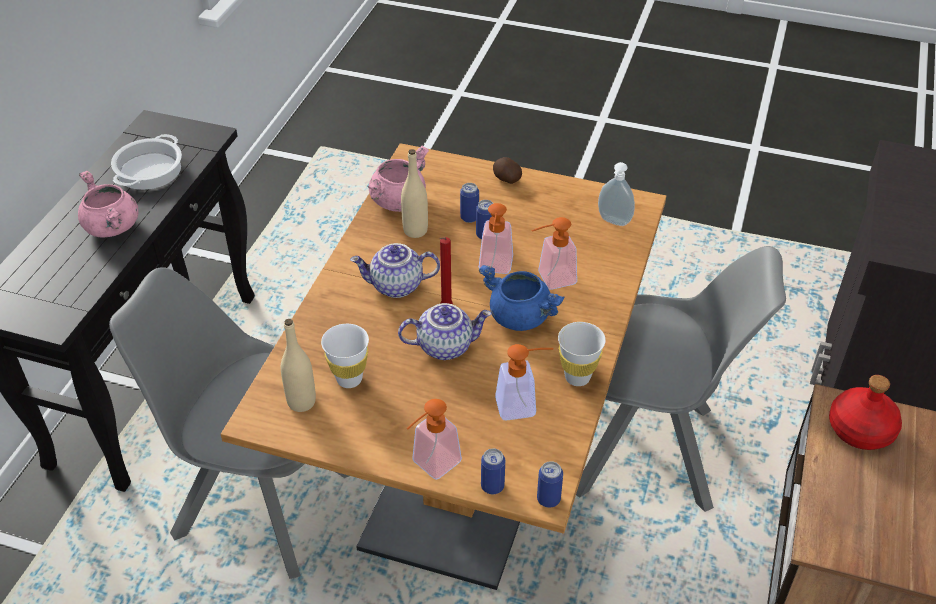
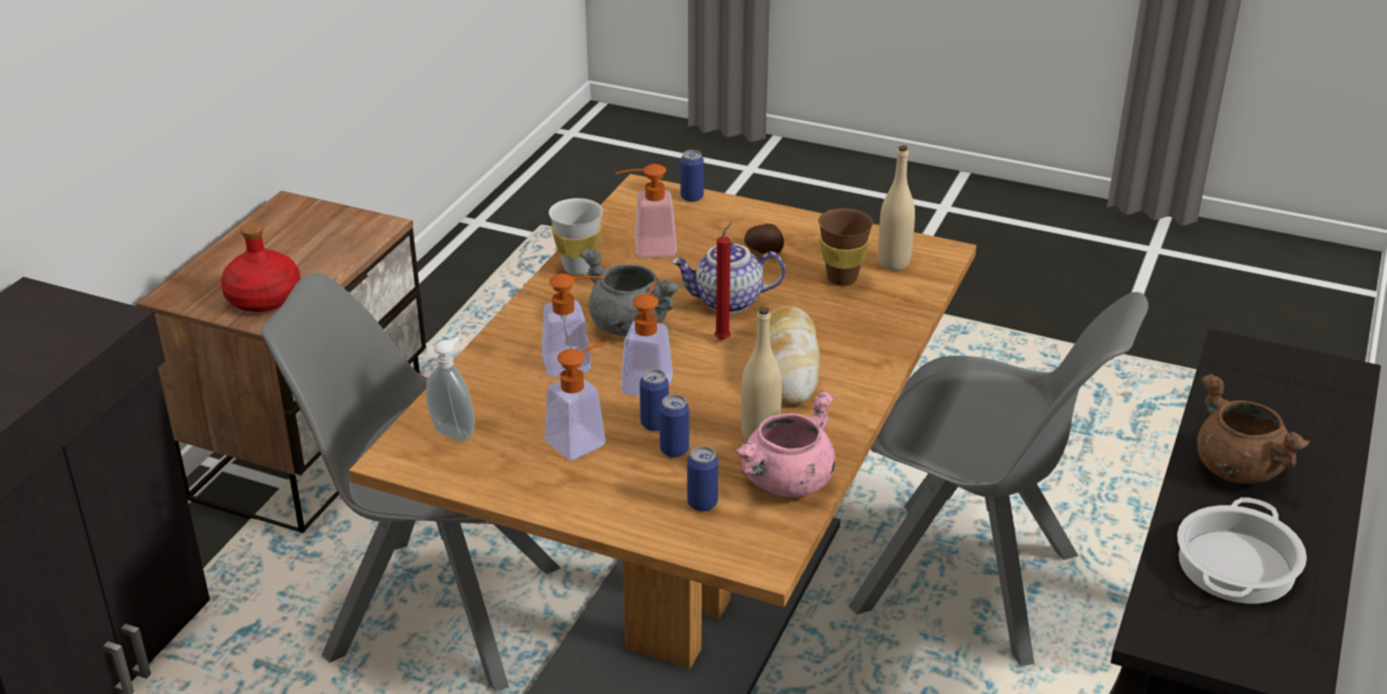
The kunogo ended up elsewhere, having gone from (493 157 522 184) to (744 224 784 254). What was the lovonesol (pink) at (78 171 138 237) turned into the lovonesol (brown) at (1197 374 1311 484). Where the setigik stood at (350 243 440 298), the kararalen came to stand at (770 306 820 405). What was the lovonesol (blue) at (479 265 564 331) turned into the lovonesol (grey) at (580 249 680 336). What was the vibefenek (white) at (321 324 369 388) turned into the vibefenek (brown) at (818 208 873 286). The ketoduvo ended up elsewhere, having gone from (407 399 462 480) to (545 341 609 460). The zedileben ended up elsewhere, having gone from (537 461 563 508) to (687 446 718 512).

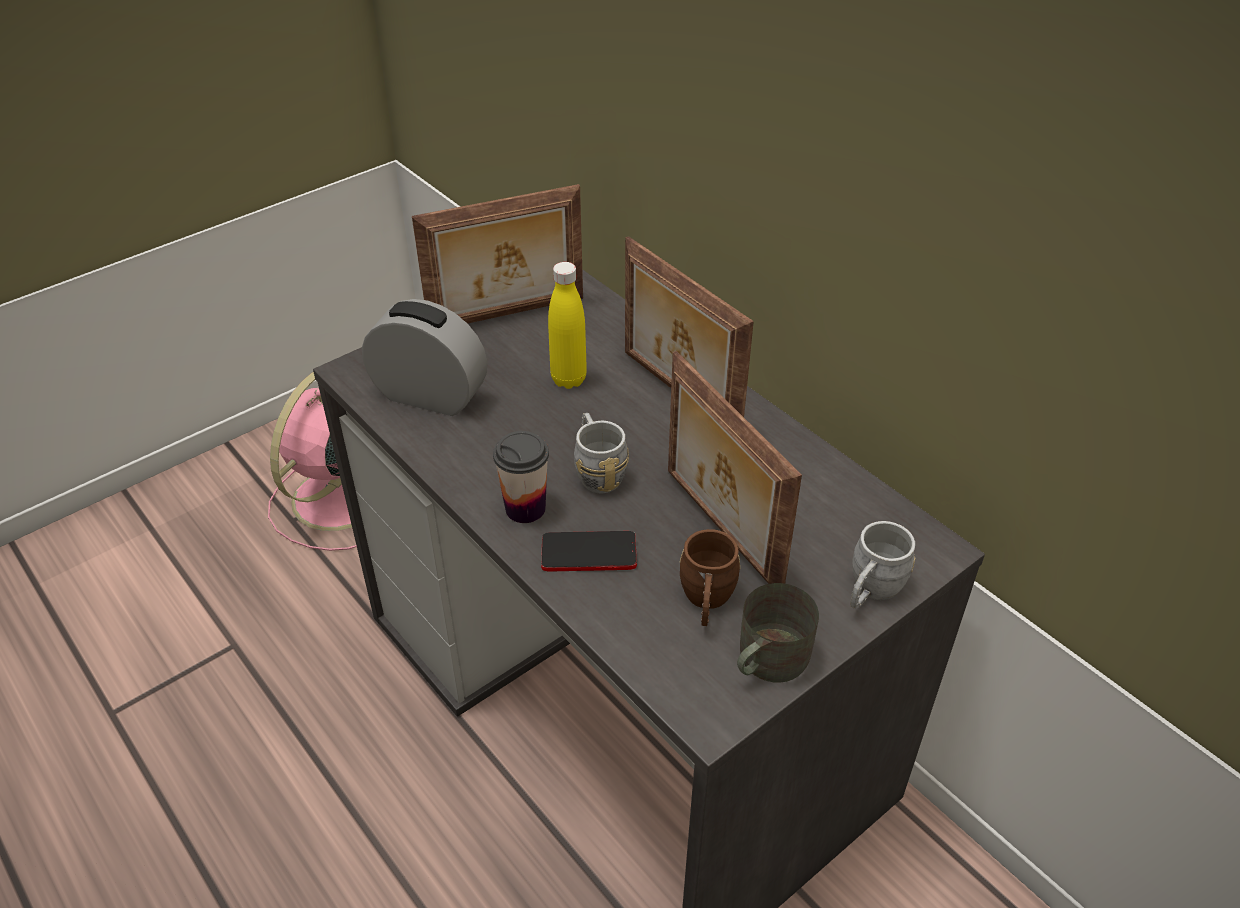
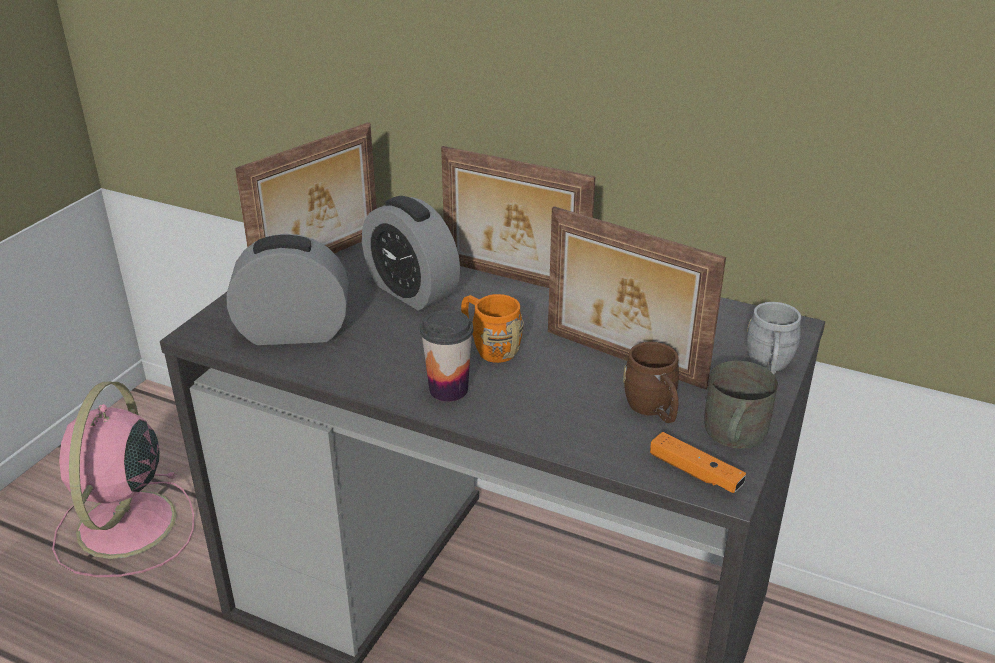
Where the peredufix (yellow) stood at (548 262 587 389), the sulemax came to stand at (362 196 460 311). What was the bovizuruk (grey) at (574 413 629 493) turned into the bovizuruk (orange) at (461 294 524 363). The second view lost the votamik at (541 531 637 572). The second view gained the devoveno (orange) at (650 432 746 493).

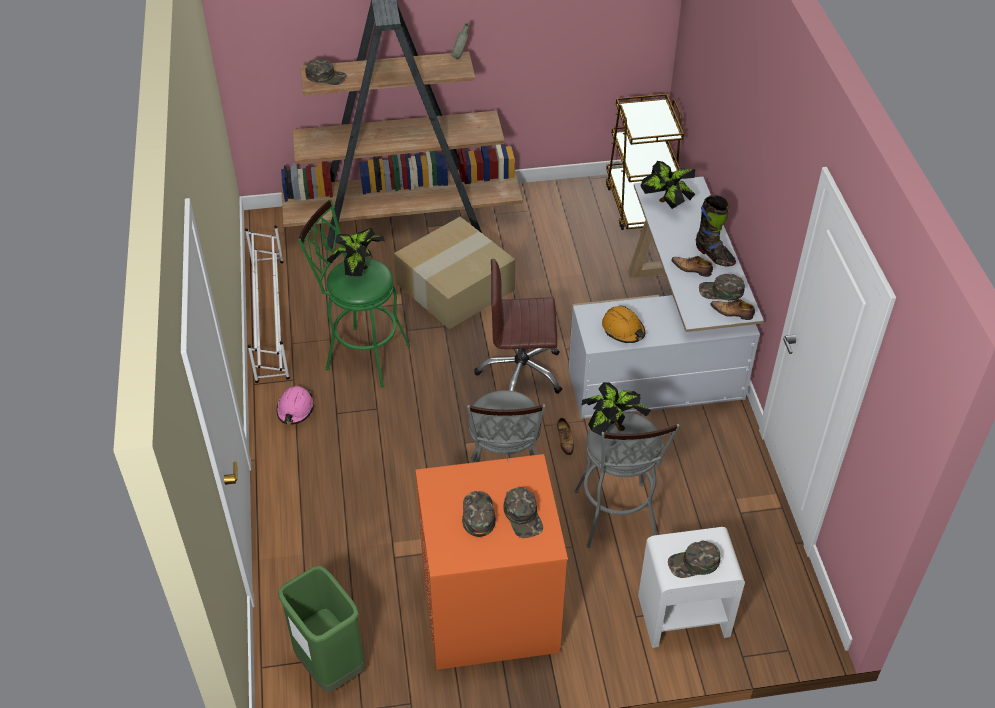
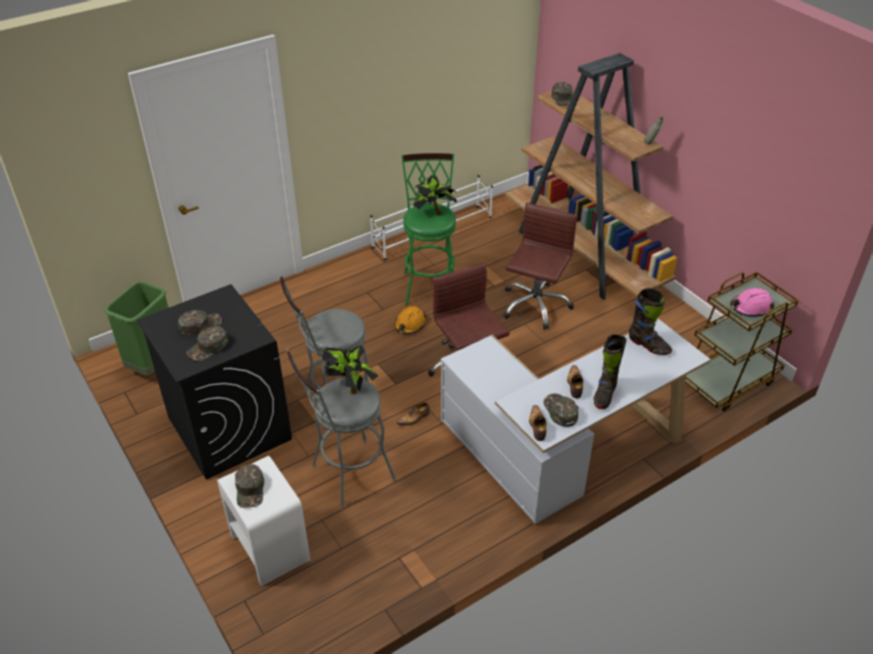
Where the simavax stood at (640 161 695 209), the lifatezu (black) came to stand at (629 288 672 355). Where the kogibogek stood at (394 217 515 330), the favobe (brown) came to stand at (503 203 578 330). The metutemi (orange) ended up elsewhere, having gone from (602 306 645 343) to (395 306 427 334). The metutemi (pink) ended up elsewhere, having gone from (277 386 314 424) to (730 288 774 317). What was the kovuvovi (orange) at (416 454 568 670) turned into the kovuvovi (black) at (137 284 292 480). The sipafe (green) at (668 540 721 578) ended up facing another way, 150 degrees counterclockwise from before.

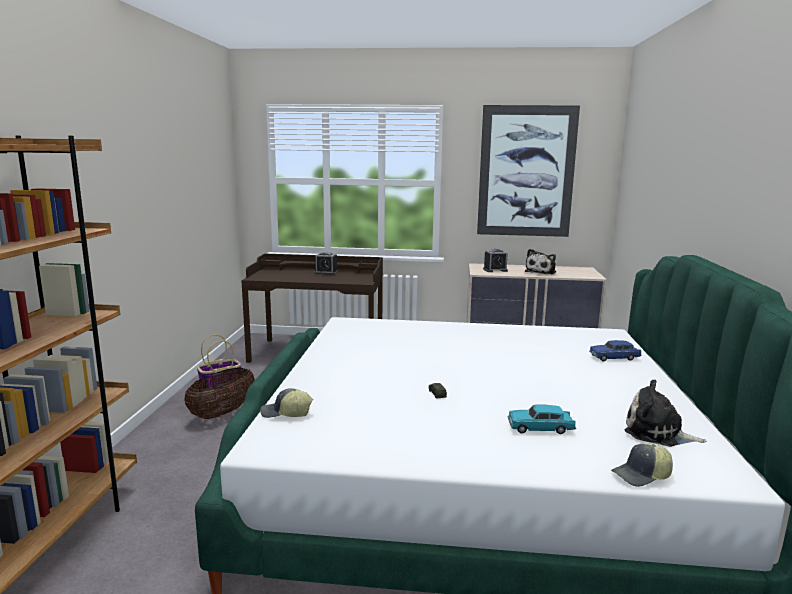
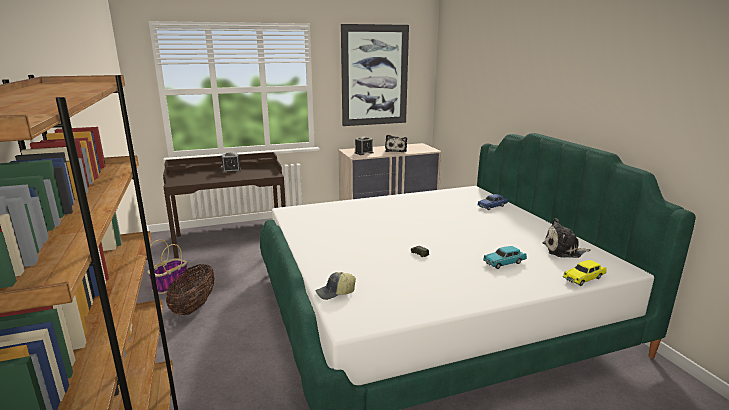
Where the sipafe stood at (611 444 673 487), the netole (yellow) came to stand at (563 260 607 286).

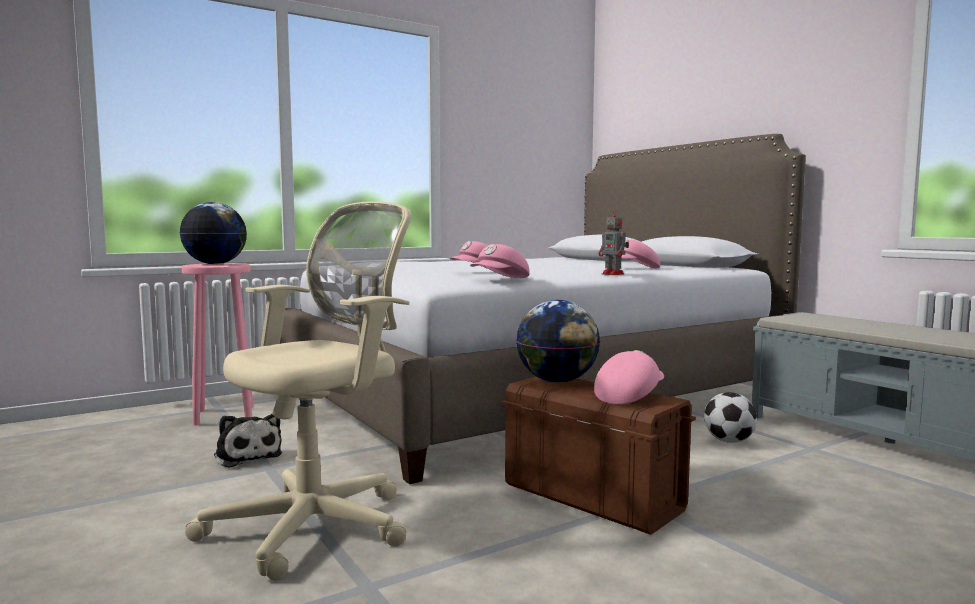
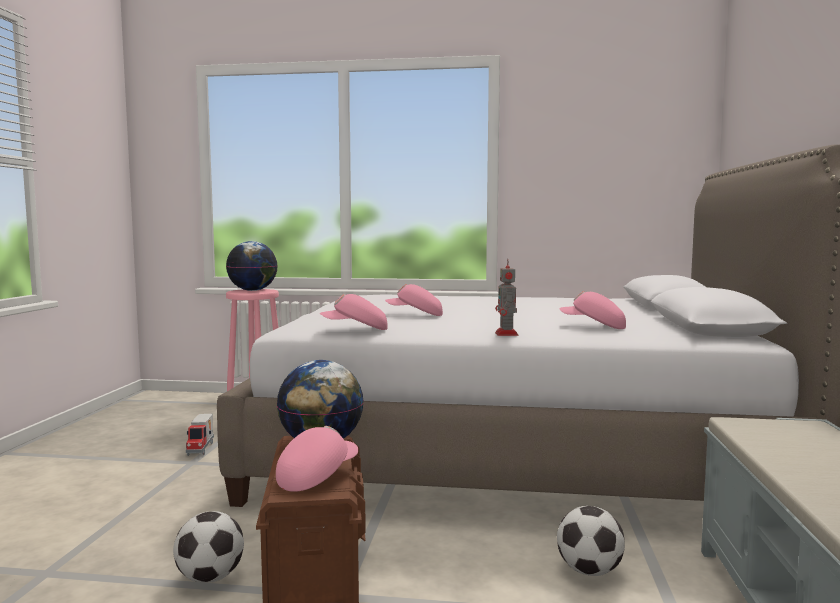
The second view lost the favobe (beige) at (185 201 412 580). The sipafe (pink) at (594 350 664 405) ended up facing another way, 45 degrees counterclockwise from before. Where the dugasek stood at (214 414 282 468), the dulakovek came to stand at (186 414 214 456). The second view gained the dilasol at (173 511 244 583).

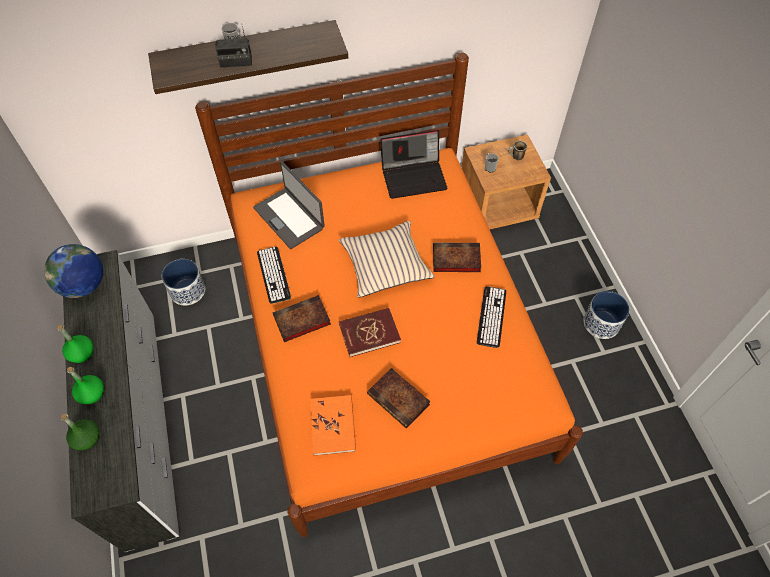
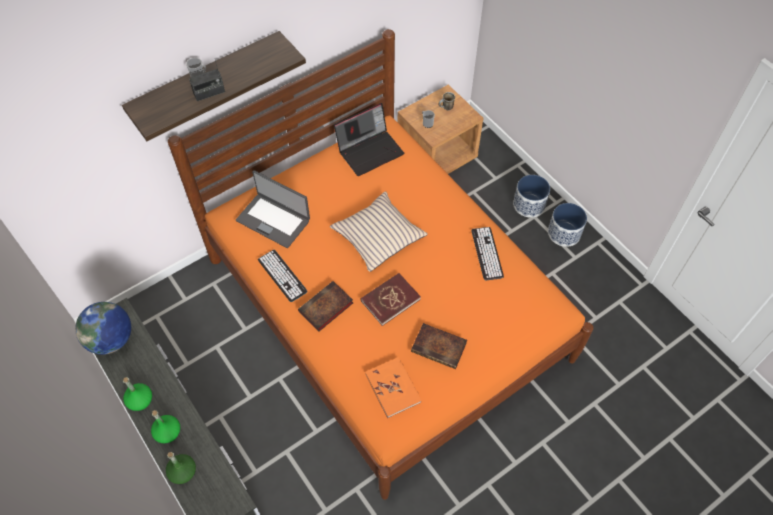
The second view lost the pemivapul at (433 242 481 272). The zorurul ended up elsewhere, having gone from (162 259 205 306) to (513 175 550 218).

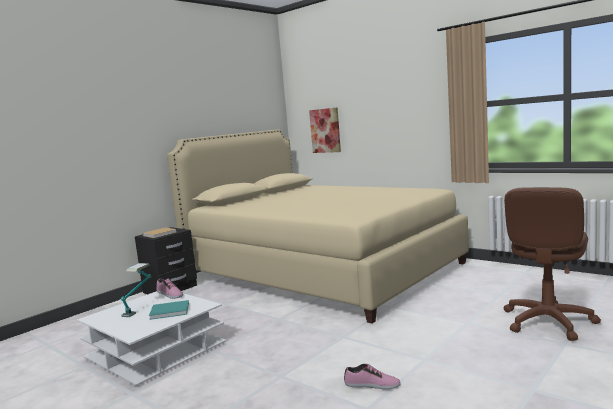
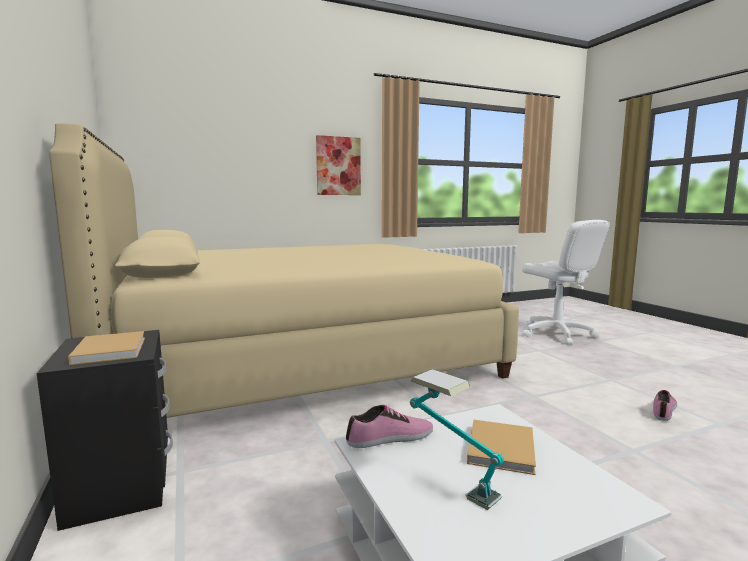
The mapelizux ended up elsewhere, having gone from (309 108 341 153) to (316 135 361 195). What was the favobe (brown) at (504 187 601 341) turned into the favobe (white) at (522 220 610 345). What was the pemivapul (turquoise) at (149 300 189 320) turned into the pemivapul (beige) at (467 420 536 475).

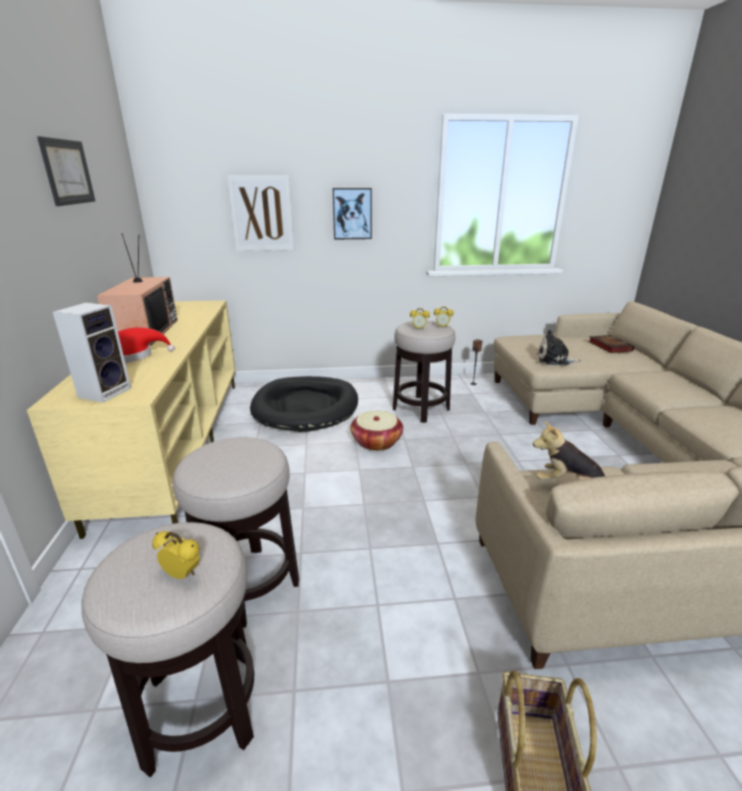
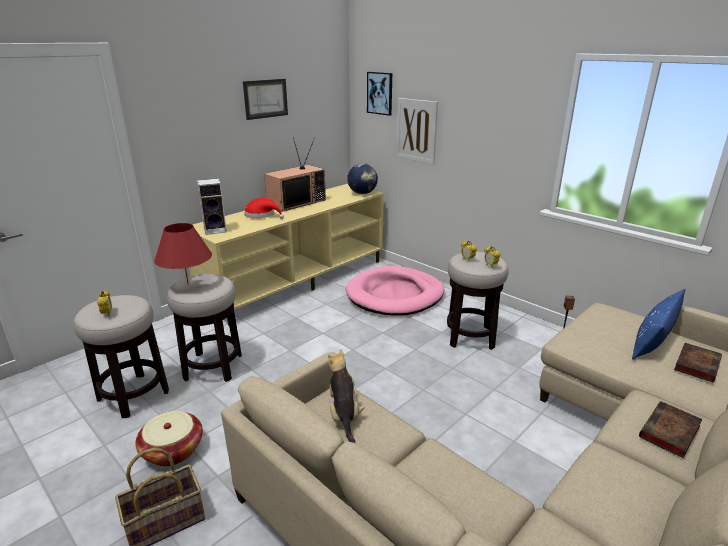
The mapelizux ended up elsewhere, having gone from (333 188 372 240) to (367 72 392 116). The second view lost the dugasek at (537 330 581 366). What was the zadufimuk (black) at (250 376 358 432) turned into the zadufimuk (pink) at (346 266 444 316). The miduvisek ended up elsewhere, having gone from (350 411 403 451) to (135 411 203 466). The second view gained the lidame at (347 163 378 194). The second view gained the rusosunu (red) at (154 223 212 284). The second view gained the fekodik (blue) at (632 289 685 360). The second view gained the pemivapul at (639 401 703 458).

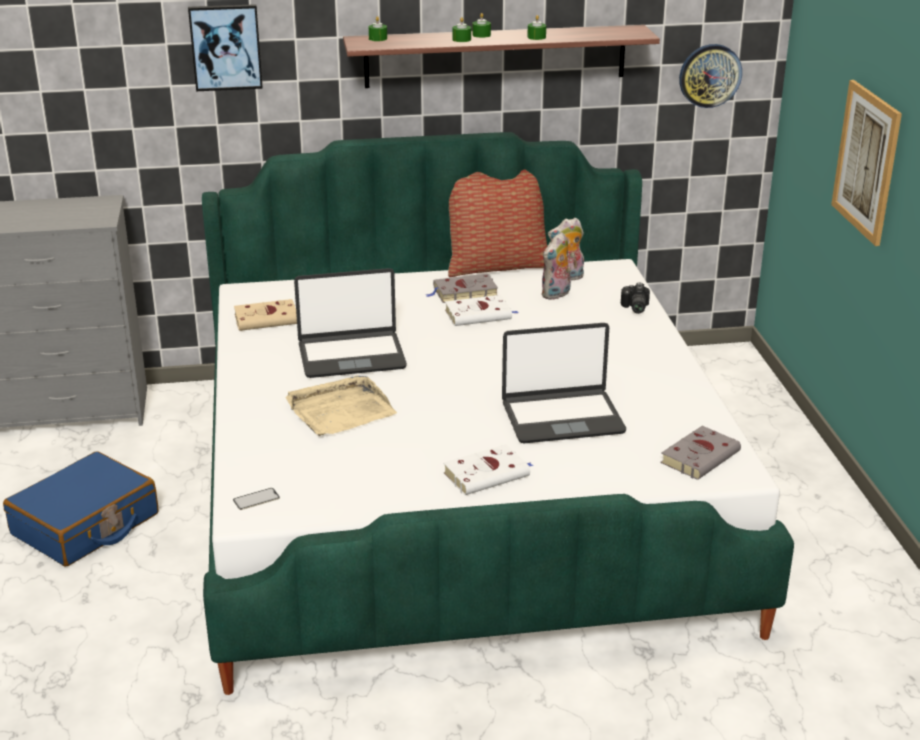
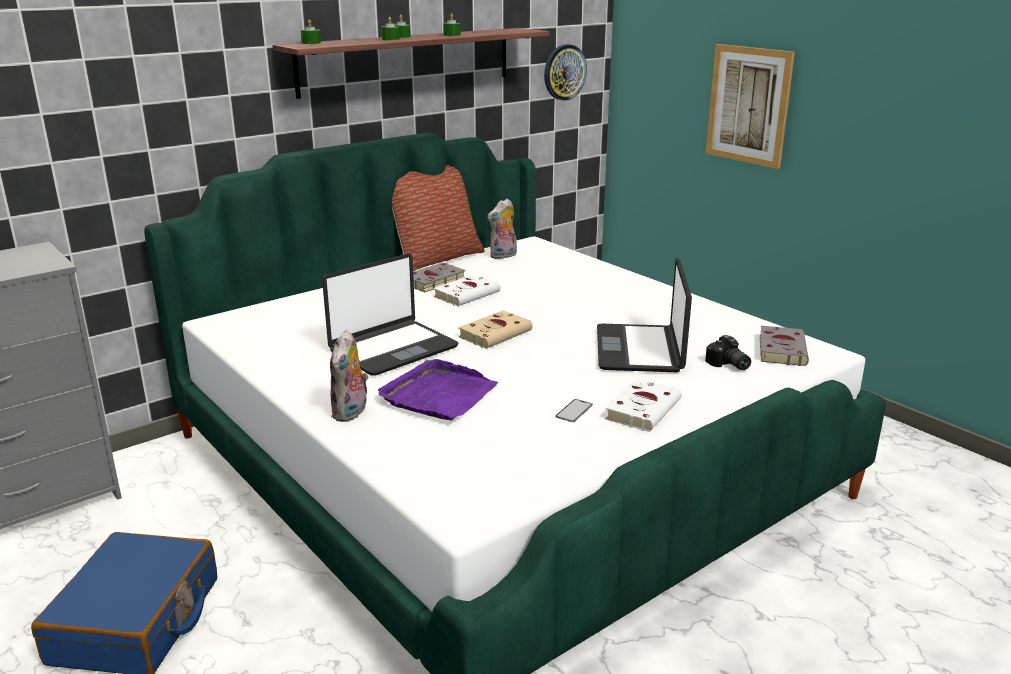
The second view lost the mapelizux at (188 4 263 91). The dugasek ended up elsewhere, having gone from (541 232 571 300) to (330 330 369 422). The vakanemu ended up elsewhere, having gone from (621 283 650 314) to (705 335 751 370). The pemivapul (beige) ended up elsewhere, having gone from (234 299 297 331) to (458 310 533 349). The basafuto at (502 323 626 443) ended up facing another way, 135 degrees clockwise from before. What was the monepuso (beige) at (286 375 397 436) turned into the monepuso (purple) at (378 359 498 421). The votamik ended up elsewhere, having gone from (233 488 280 510) to (555 399 593 422).

